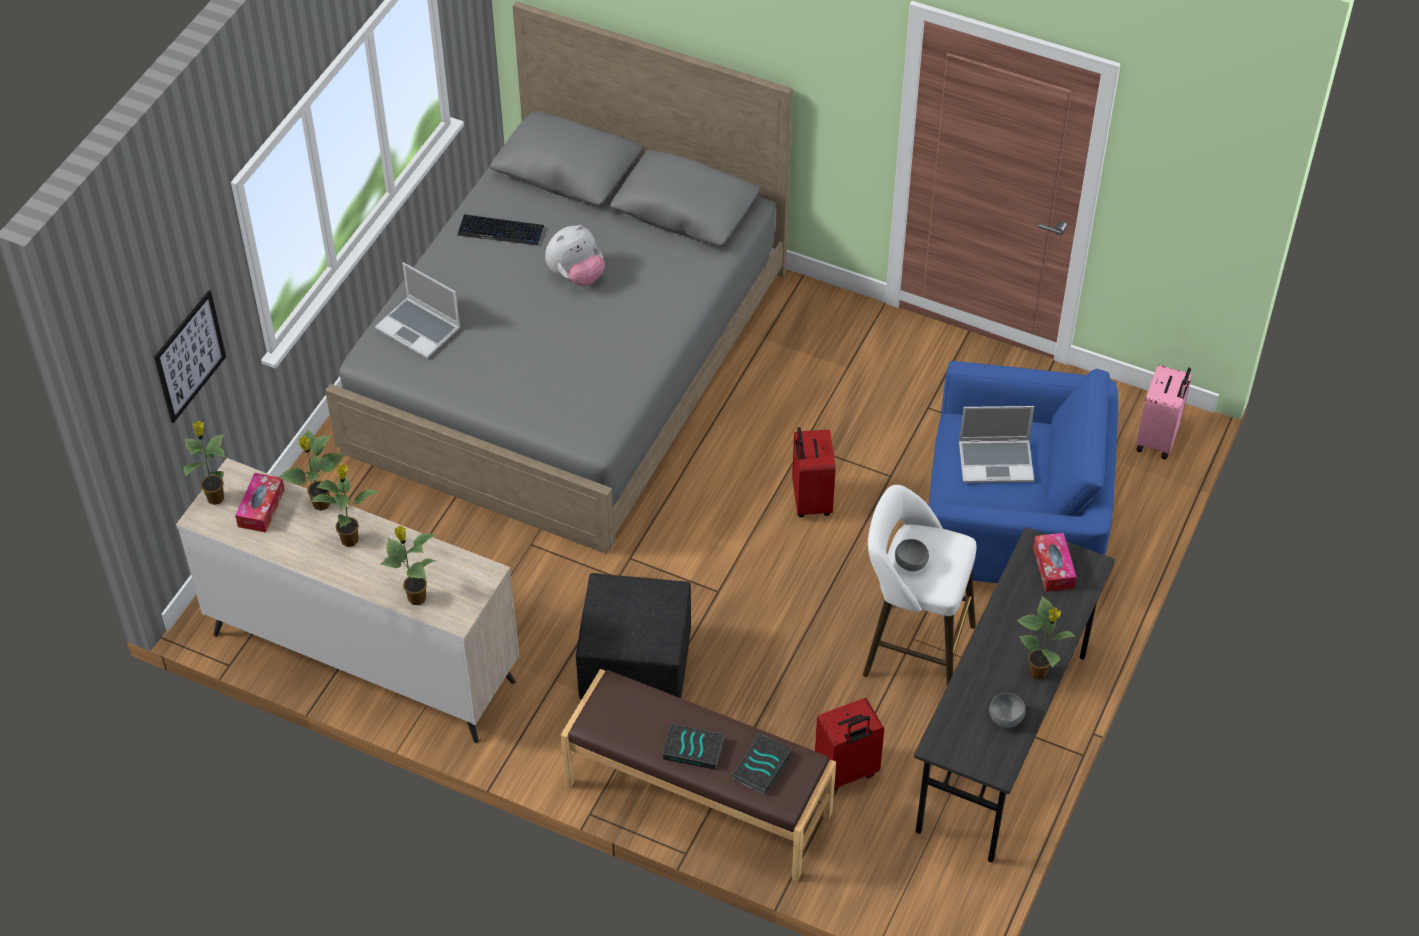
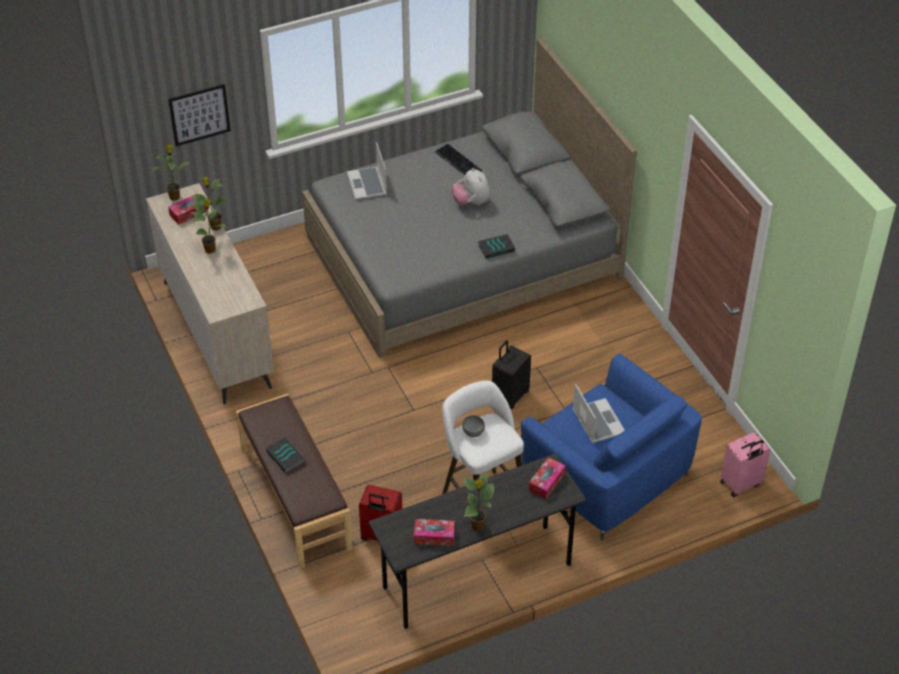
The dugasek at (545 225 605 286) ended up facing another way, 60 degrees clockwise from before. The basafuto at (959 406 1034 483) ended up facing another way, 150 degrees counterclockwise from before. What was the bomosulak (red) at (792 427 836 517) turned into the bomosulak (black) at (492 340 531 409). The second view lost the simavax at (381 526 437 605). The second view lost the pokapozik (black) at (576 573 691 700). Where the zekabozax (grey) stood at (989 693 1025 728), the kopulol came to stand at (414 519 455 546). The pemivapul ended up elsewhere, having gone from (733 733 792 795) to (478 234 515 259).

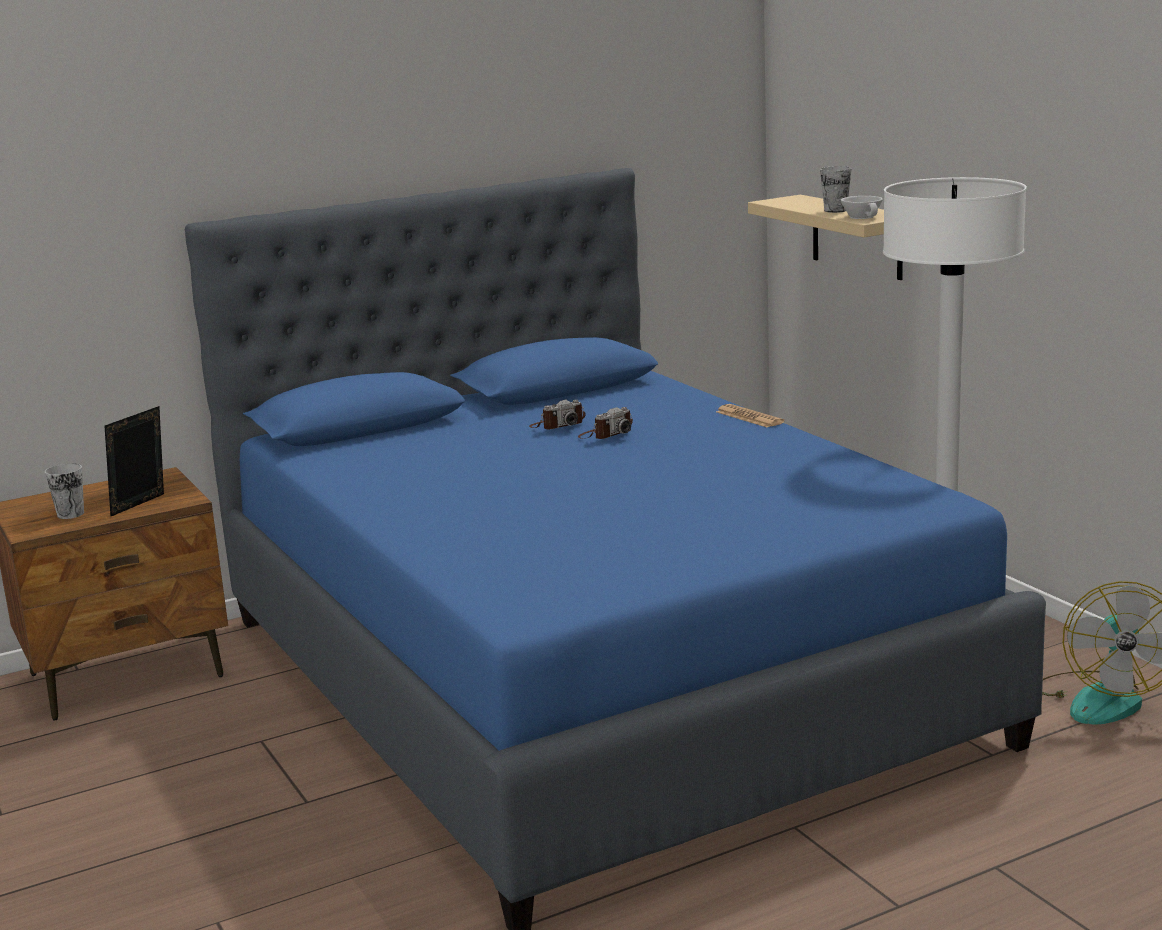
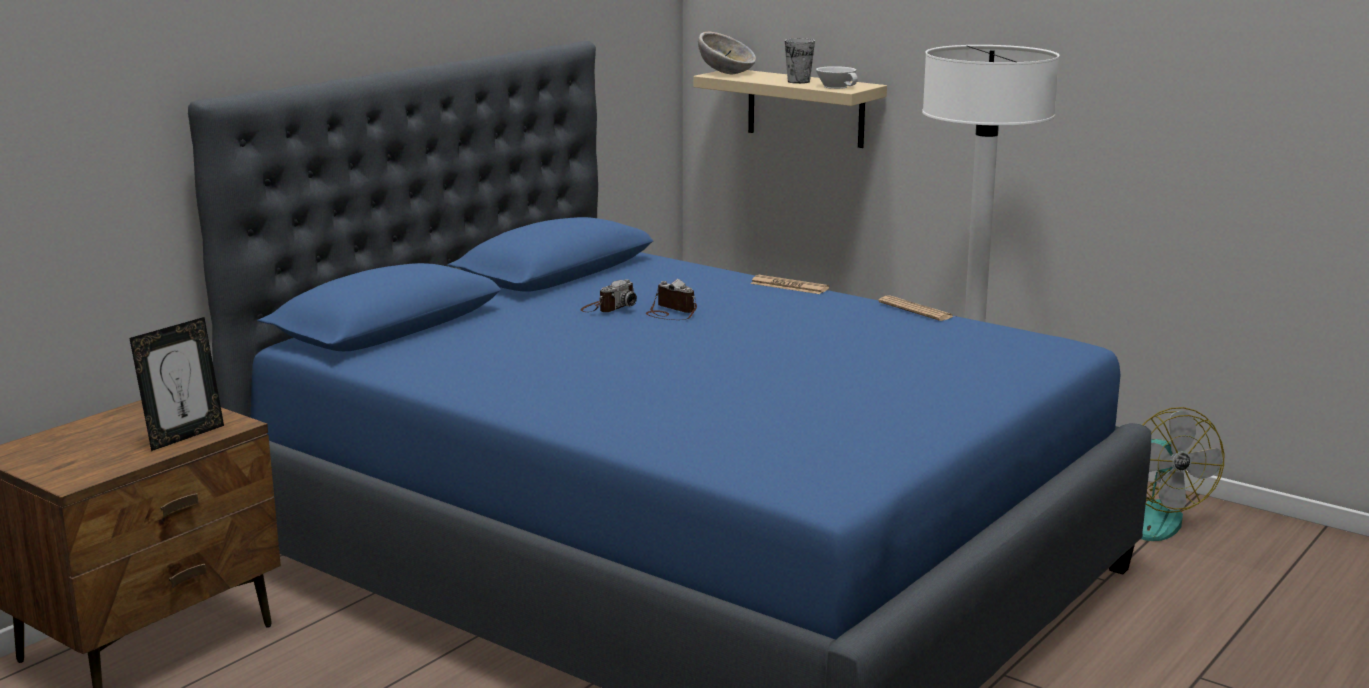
The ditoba at (104 406 164 517) ended up facing another way, 150 degrees counterclockwise from before. The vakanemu at (578 407 633 439) ended up facing another way, 75 degrees counterclockwise from before. The second view lost the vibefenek at (45 463 84 519). The second view gained the zekabozax at (698 32 756 74). The second view gained the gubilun at (878 295 954 321).

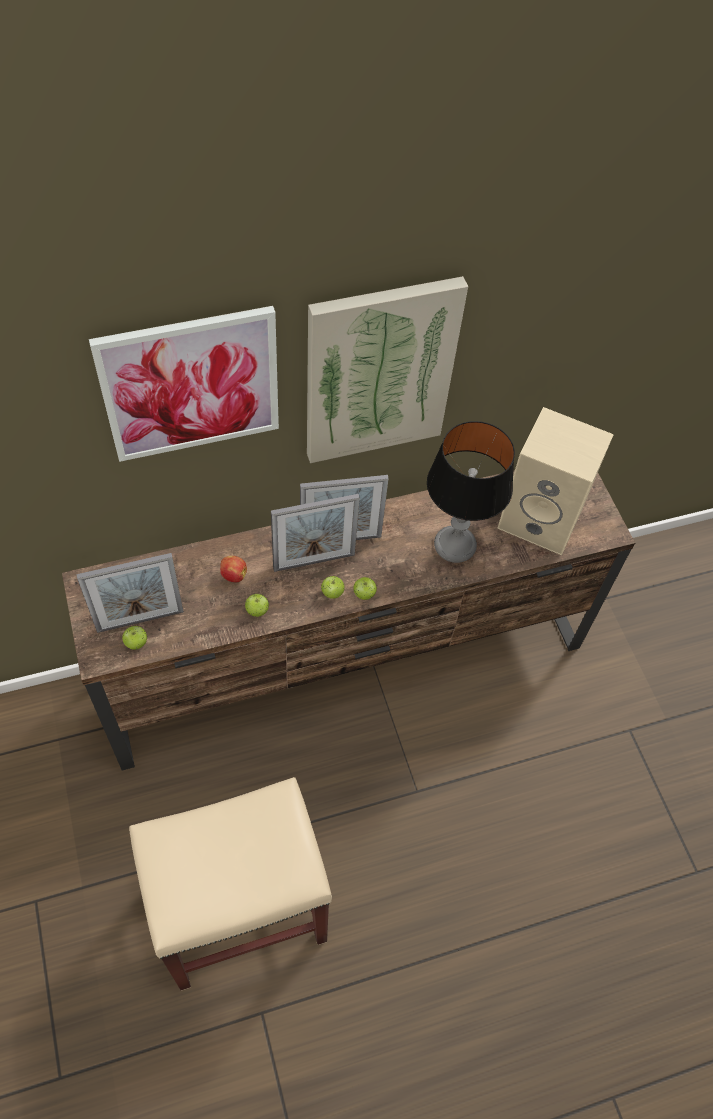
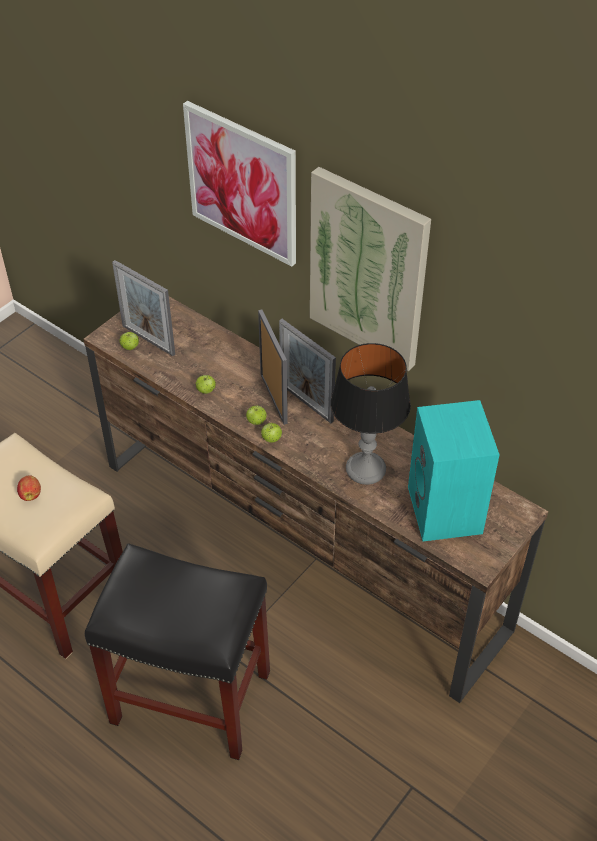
What was the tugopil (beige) at (497 407 614 555) turned into the tugopil (turquoise) at (408 400 500 541). The ditoba at (271 494 360 572) ended up facing another way, 150 degrees counterclockwise from before. The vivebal ended up elsewhere, having gone from (220 556 247 582) to (17 475 41 501). The second view gained the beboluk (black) at (85 543 270 760).

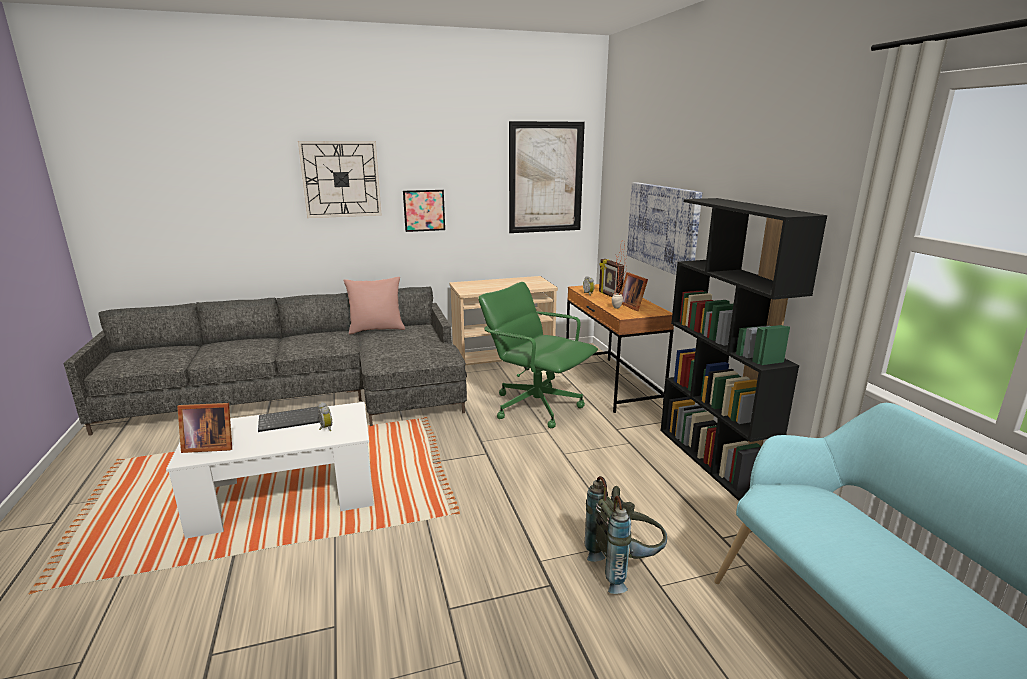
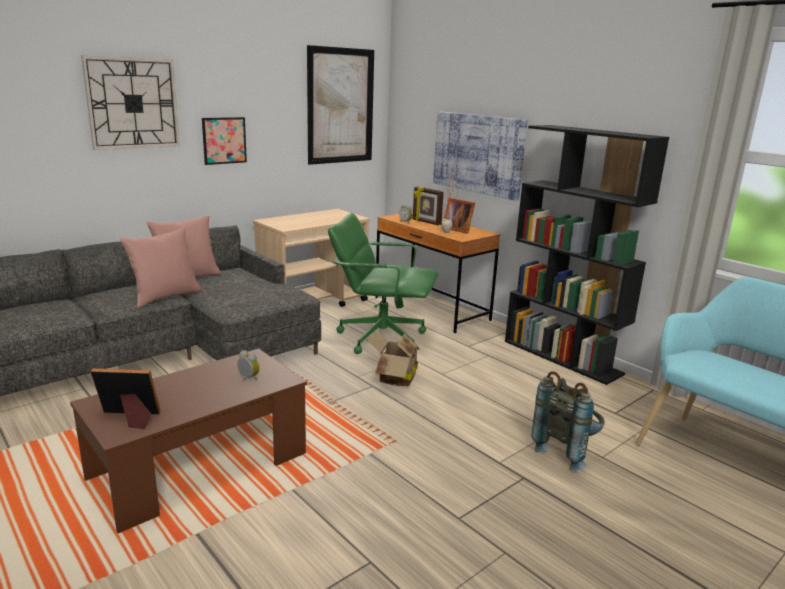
What was the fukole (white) at (166 402 374 539) turned into the fukole (brown) at (70 349 307 533). The ditoba at (177 403 232 453) ended up facing another way, 150 degrees counterclockwise from before. The second view lost the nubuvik at (258 407 320 432). The second view gained the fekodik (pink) at (120 228 202 308). The second view gained the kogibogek at (367 329 420 387).

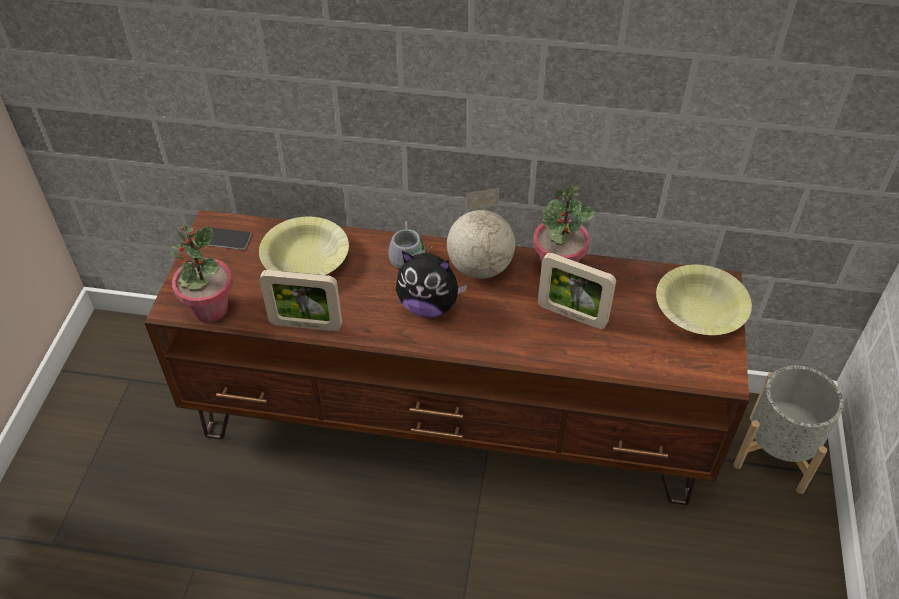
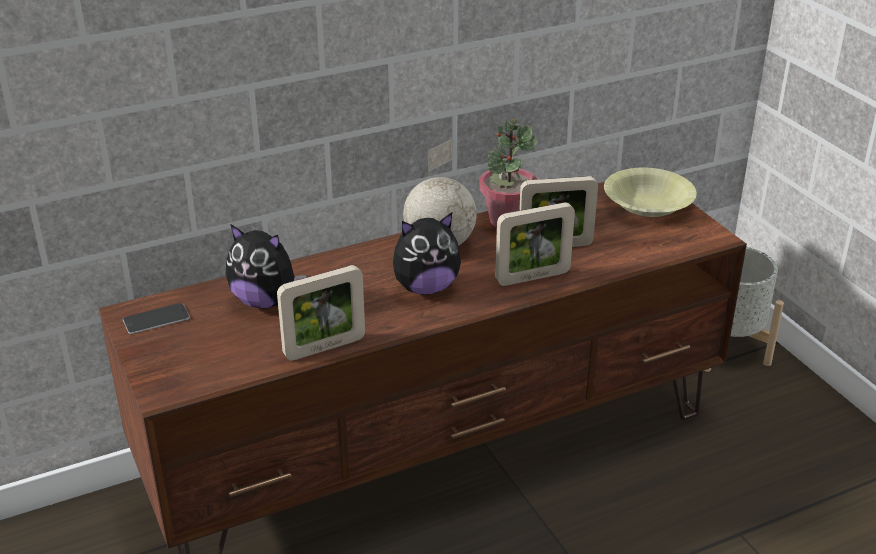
Where the zekabozax (yellow) stood at (259 217 349 275), the dugasek came to stand at (226 224 307 308). The second view lost the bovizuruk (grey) at (388 220 434 269). The second view lost the simavax at (171 225 233 322). The second view gained the ditoba at (495 202 575 286).

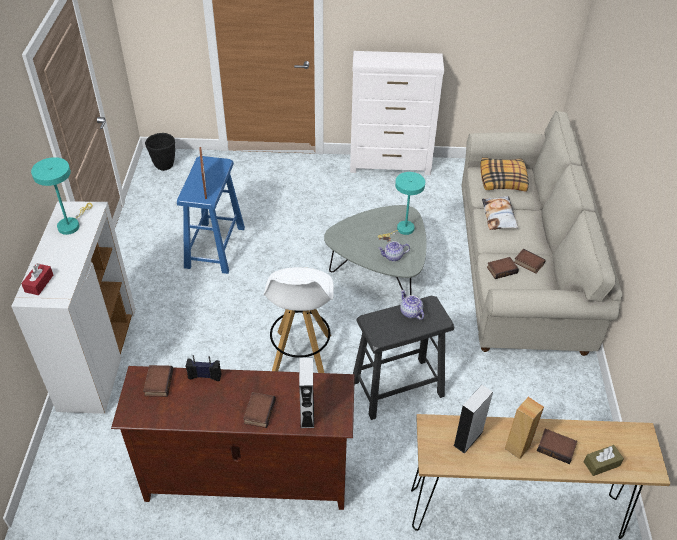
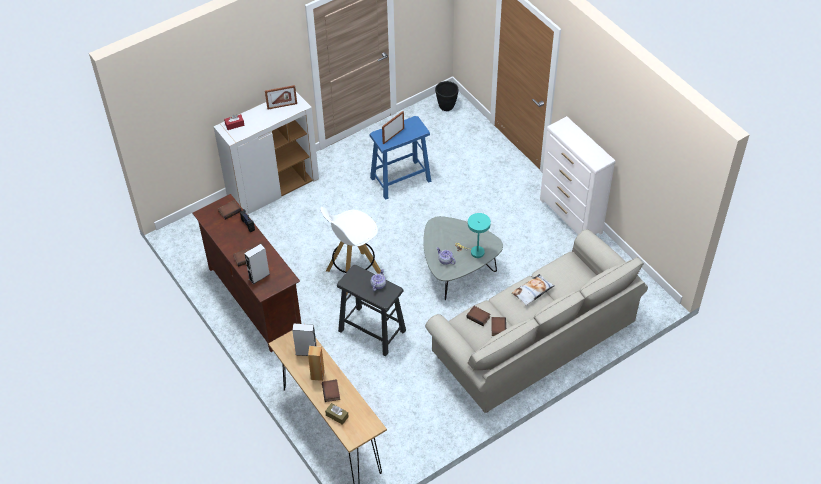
Where the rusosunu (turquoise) stood at (31 157 93 235), the ditoba came to stand at (265 85 297 109). The second view lost the fekodik at (480 157 529 192).

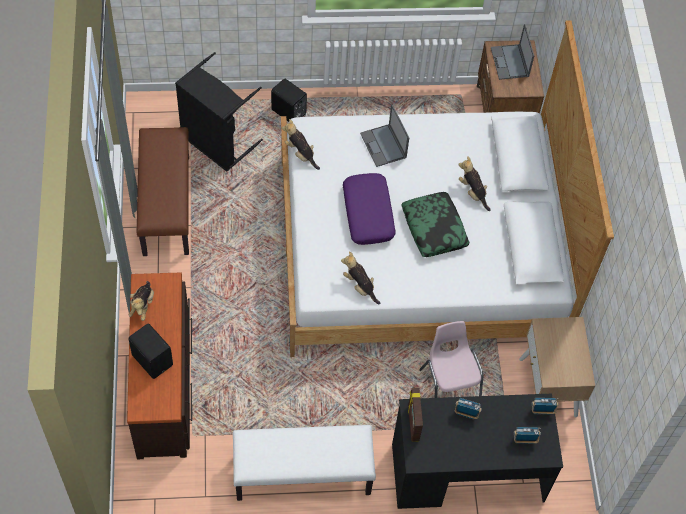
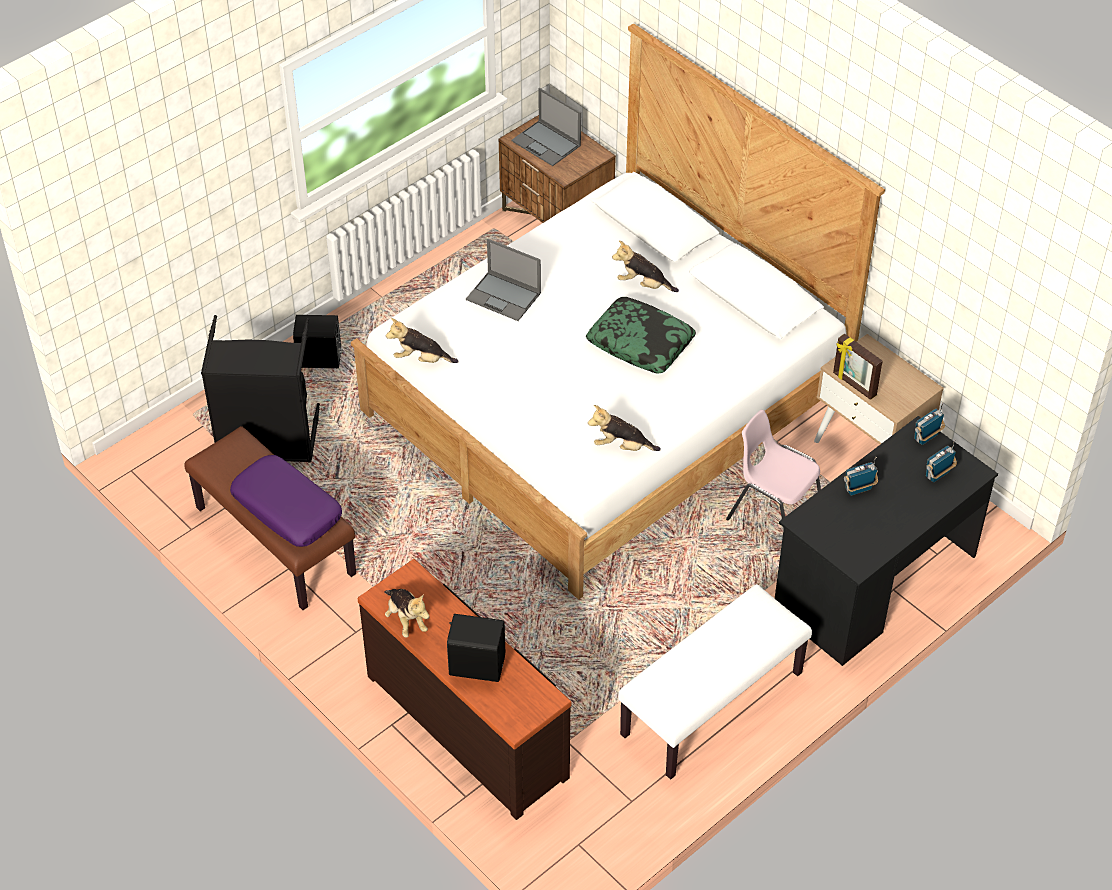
The fekodik (purple) ended up elsewhere, having gone from (343 173 396 245) to (230 455 342 547). The ditoba ended up elsewhere, having gone from (408 388 423 442) to (833 334 882 400).

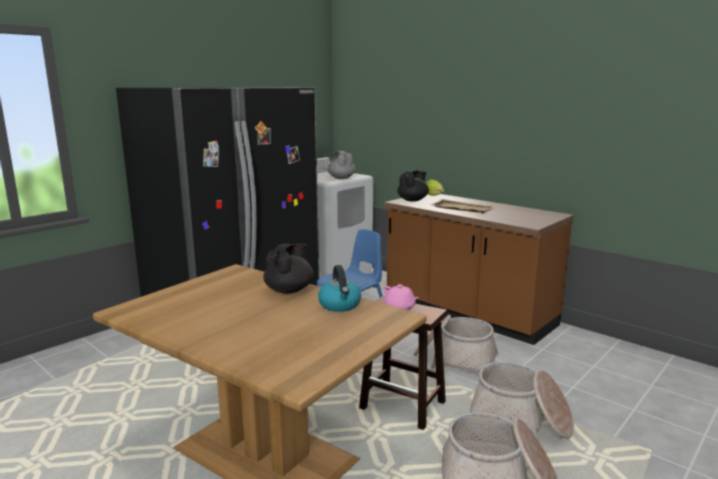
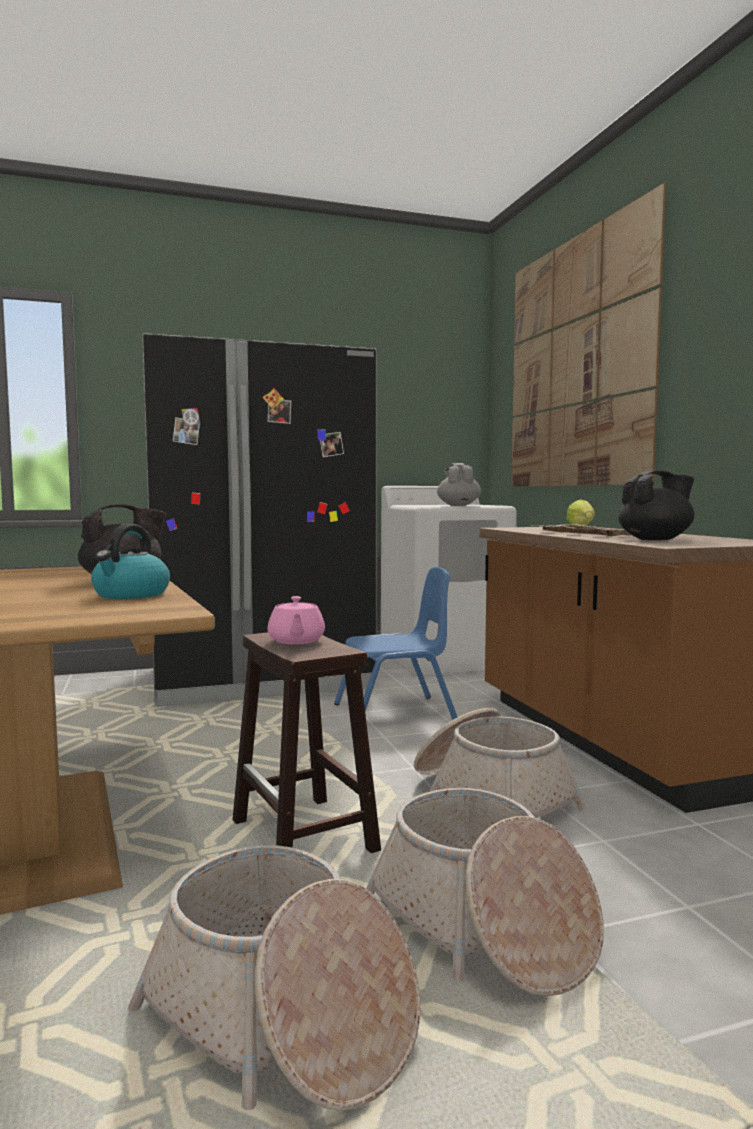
The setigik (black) ended up elsewhere, having gone from (397 170 429 201) to (618 471 695 540). The second view gained the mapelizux at (511 183 666 487).

